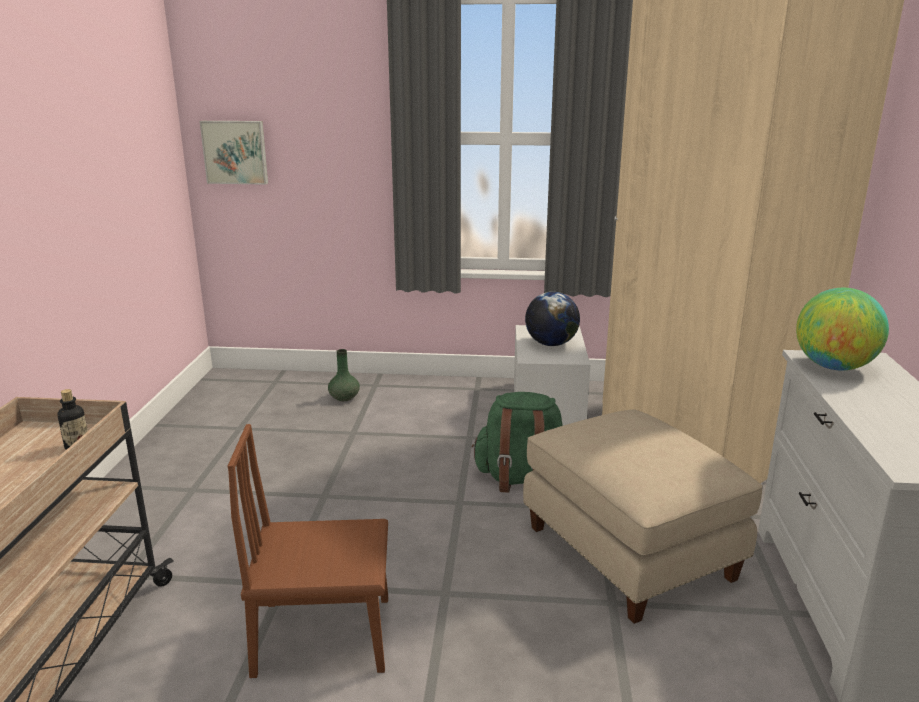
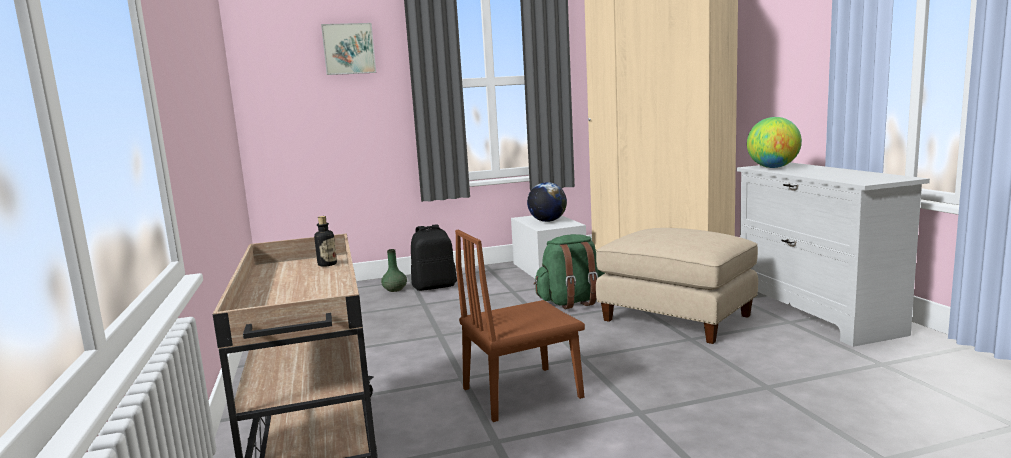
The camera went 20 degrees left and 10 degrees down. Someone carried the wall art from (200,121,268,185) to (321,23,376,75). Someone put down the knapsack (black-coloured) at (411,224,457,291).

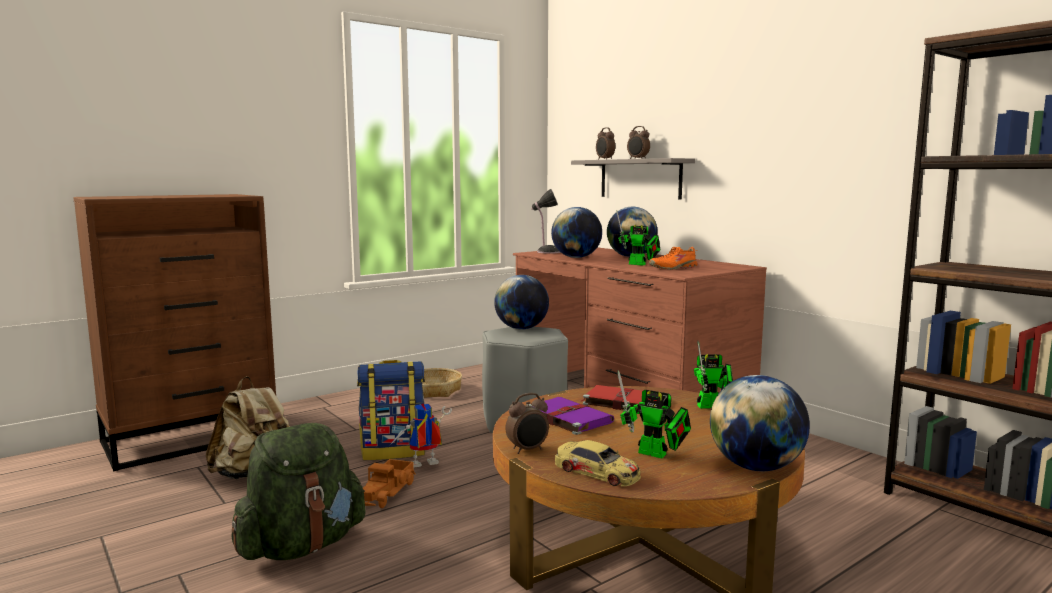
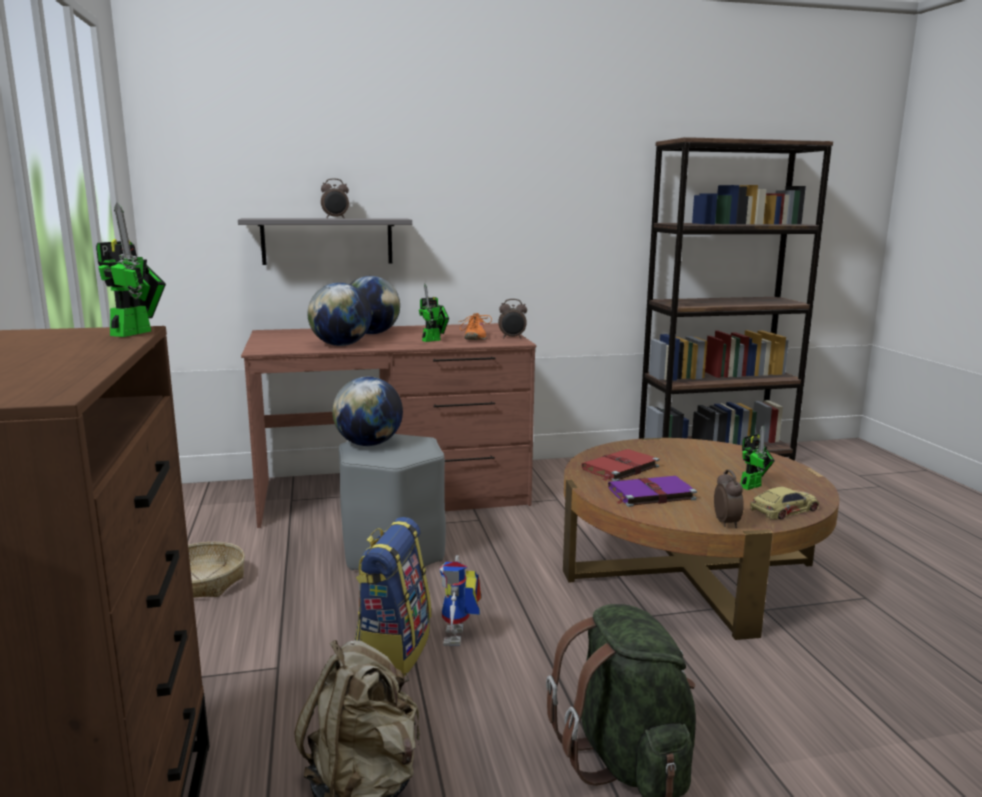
The camera went 65 degrees left and 5 degrees up. Someone carried the table clock from (596,127,615,159) to (498,299,527,339). Someone took away the table lamp at (531,189,561,254). Someone carried the model robot from (694,341,733,409) to (96,202,166,337). Someone took away the world globe at (710,375,810,471). Someone took away the model truck at (363,459,416,508).

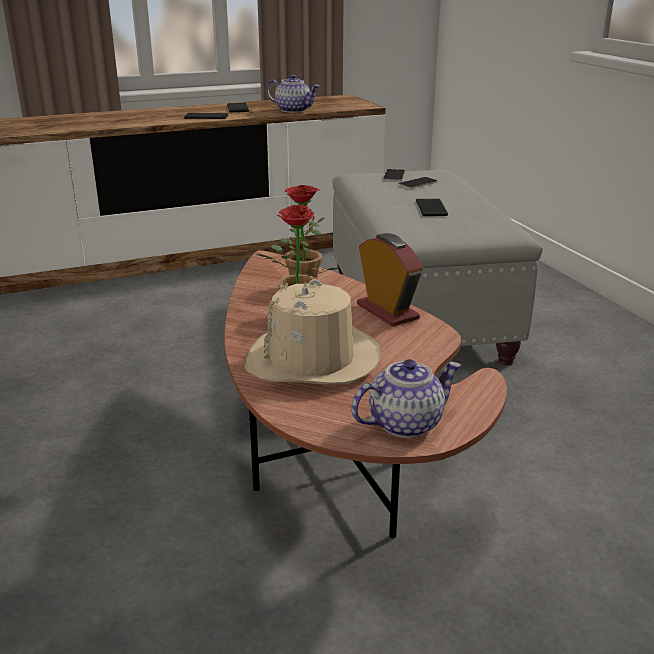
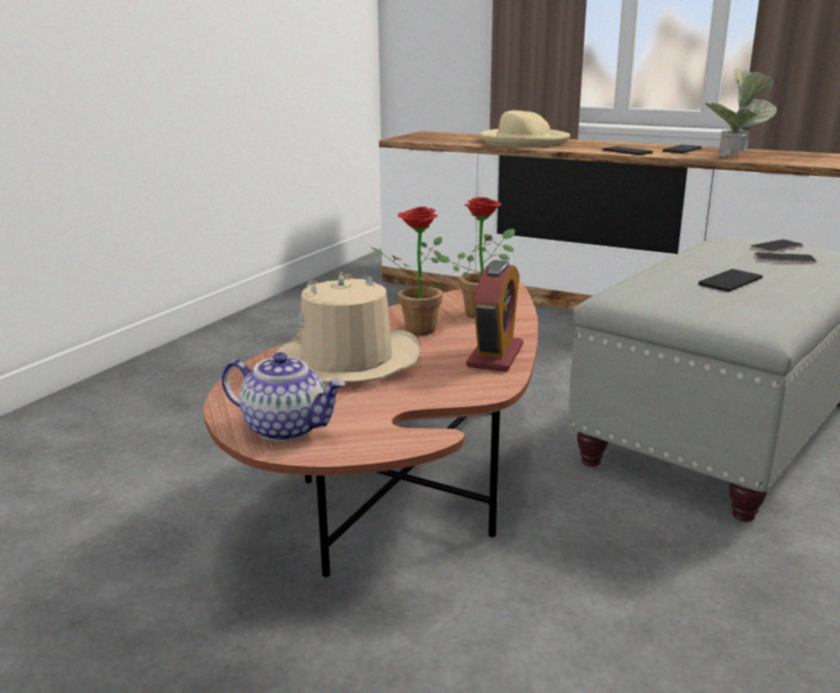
The camera went 50 degrees right and 5 degrees down. Someone swapped the tea pot at (266,74,320,113) for the plant in a pot at (705,68,777,157). Someone put down the hat (beige) at (480,110,570,147).

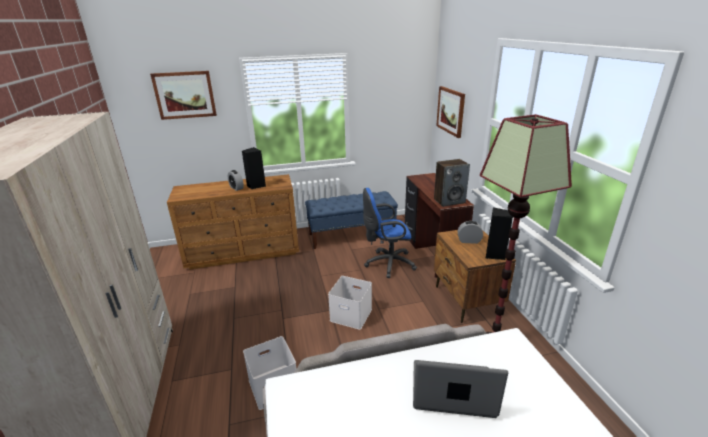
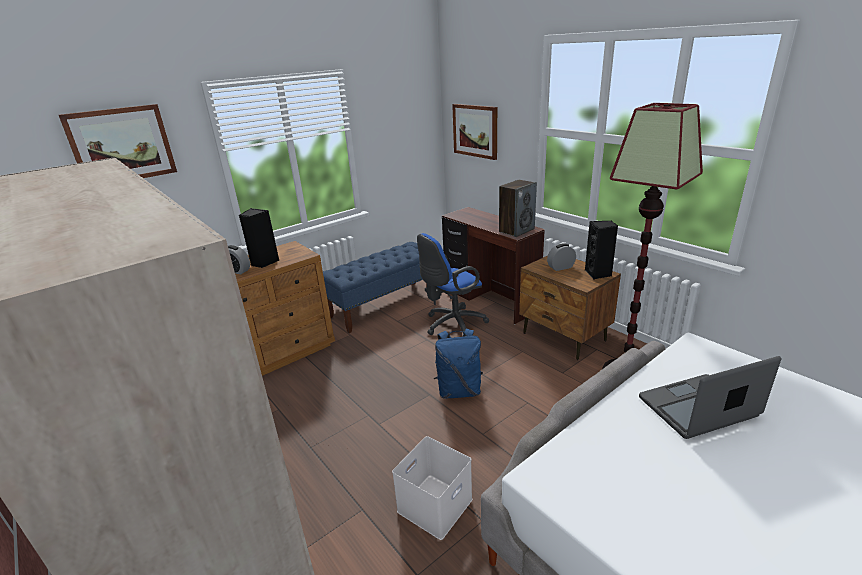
The camera went 25 degrees left and 0 degrees up. Someone swapped the storage box (white-coloured) at (328,276,372,330) for the knapsack (bluish) at (434,329,483,399).

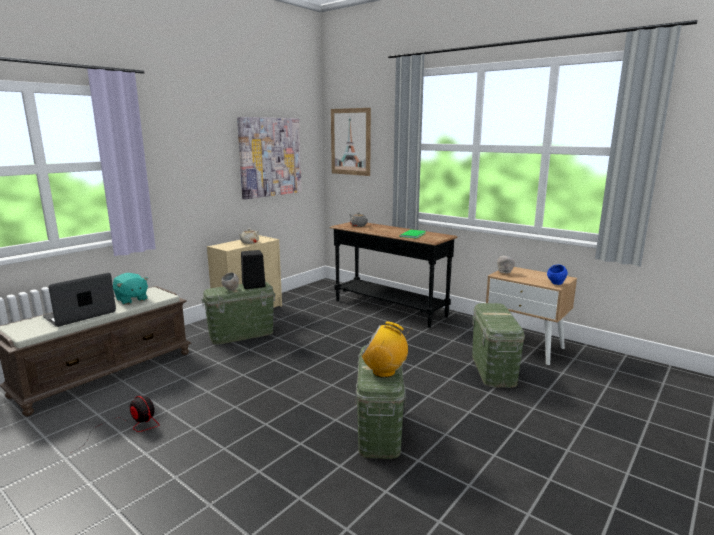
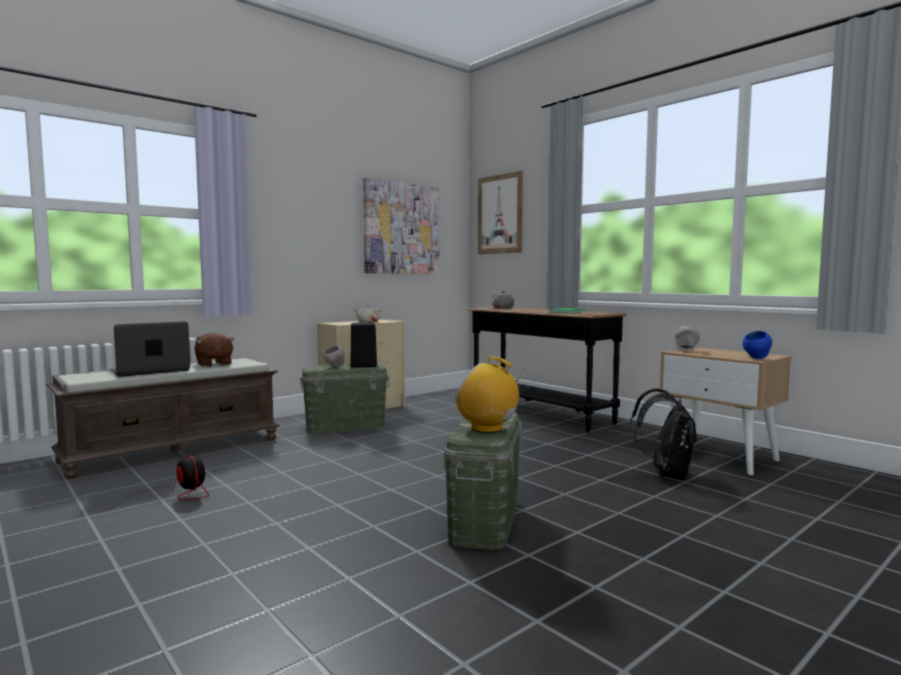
The camera went 10 degrees right and 10 degrees down. Someone repainted the soft toy (turquoise-coloured) at (113,273,149,305), which became the soft toy (brown) at (194,333,235,367). Someone swapped the storage box (greenish) at (472,303,525,388) for the knapsack (black-coloured) at (630,388,697,480).

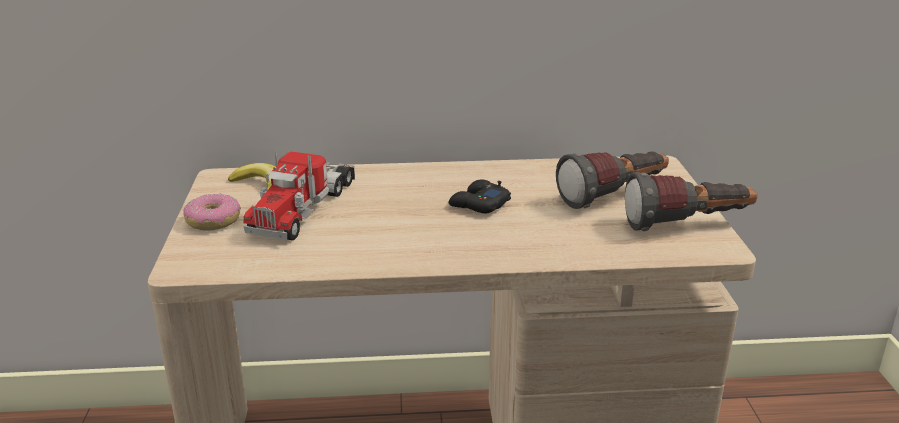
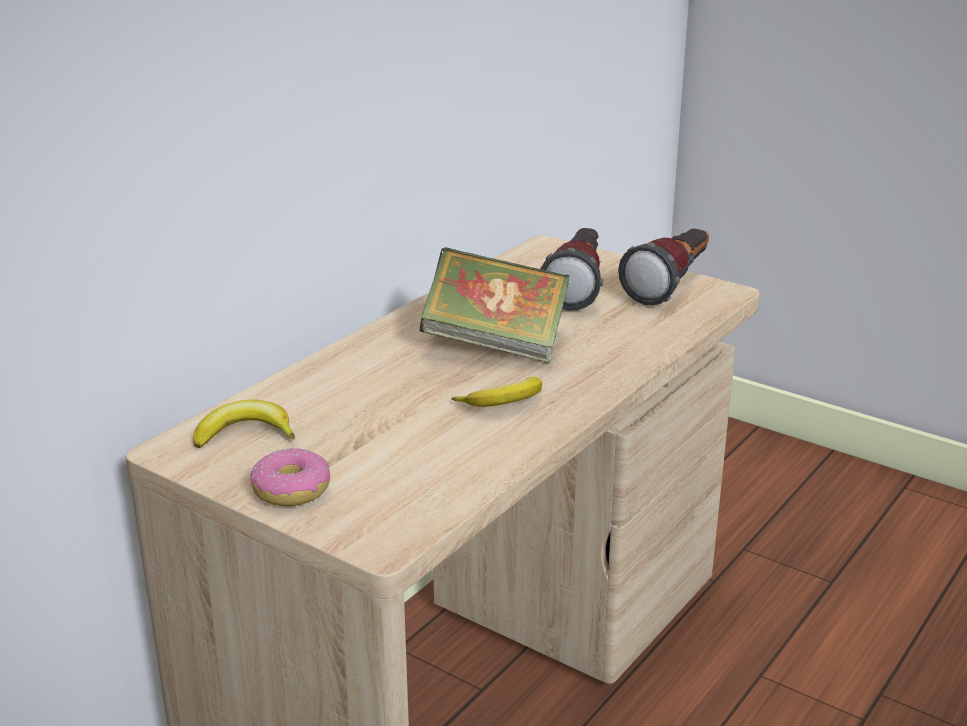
The camera went 50 degrees left and 0 degrees up. Someone took away the model truck at (243,150,355,240). Someone swapped the game controller (black-coloured) at (448,179,511,214) for the bound book at (419,247,570,363). Someone put down the whole banana at (451,377,542,407).

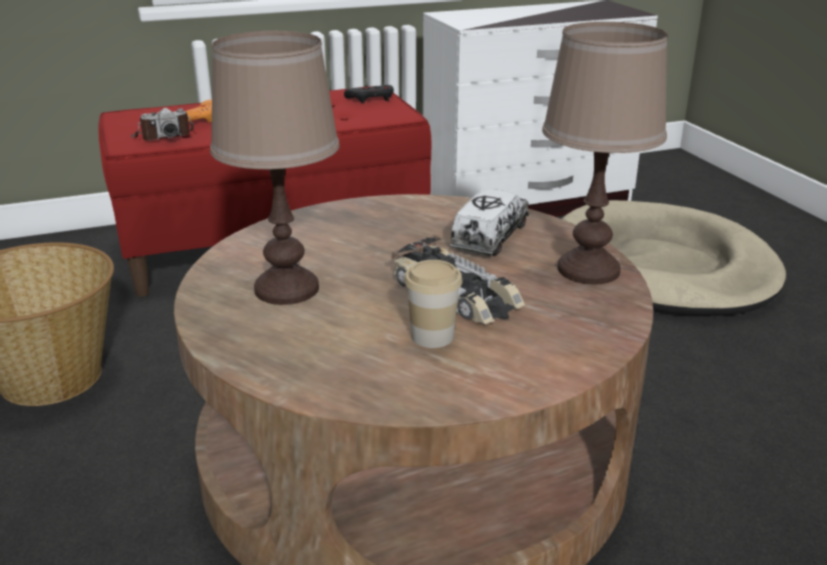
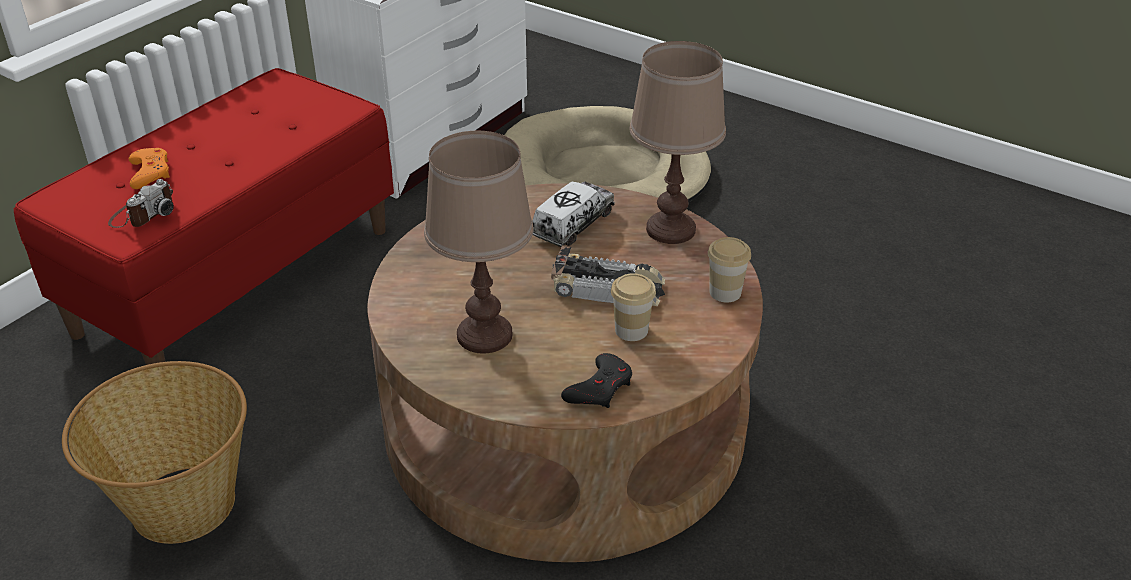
The camera went 35 degrees left and 10 degrees up. Someone carried the game controller (black-coloured) from (344,85,394,103) to (561,353,632,408). Someone rotated the model truck at (450,189,529,256) by 45 degrees clockwise. Someone put down the small cup at (708,237,751,303).

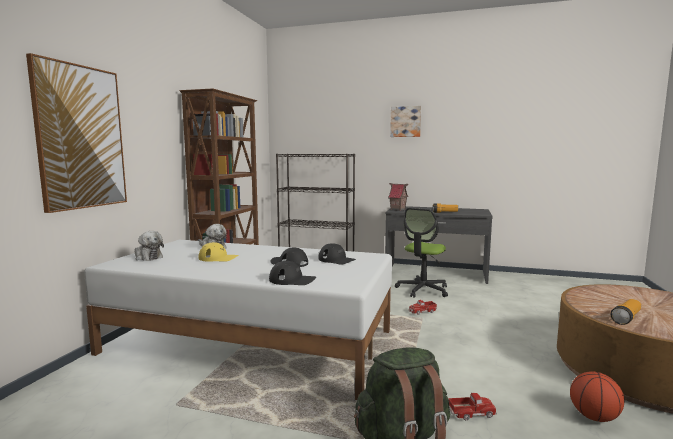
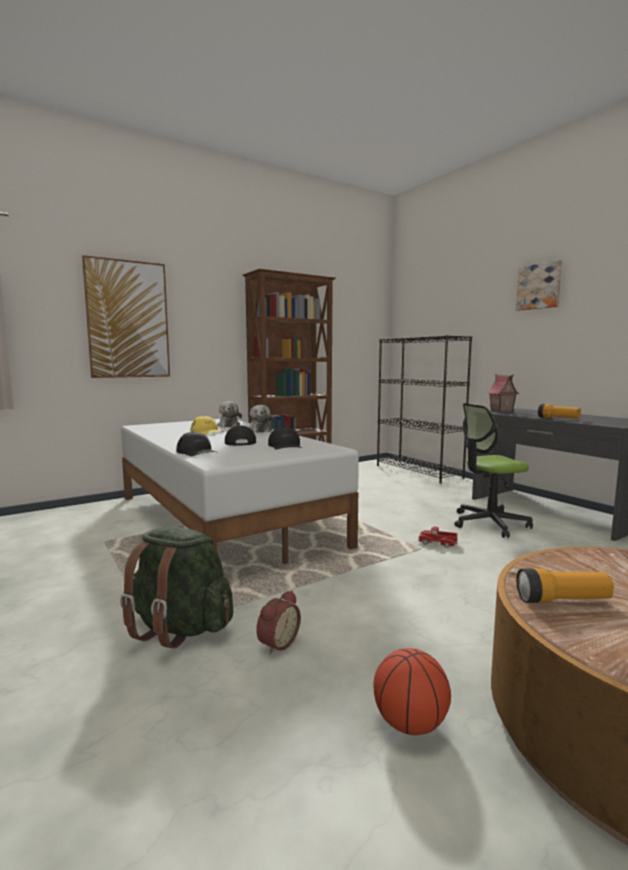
The camera went 40 degrees right and 0 degrees up. Someone carried the soft toy from (134,231,164,261) to (249,405,274,433). Someone swapped the model truck at (449,393,497,420) for the table clock at (256,590,301,655).

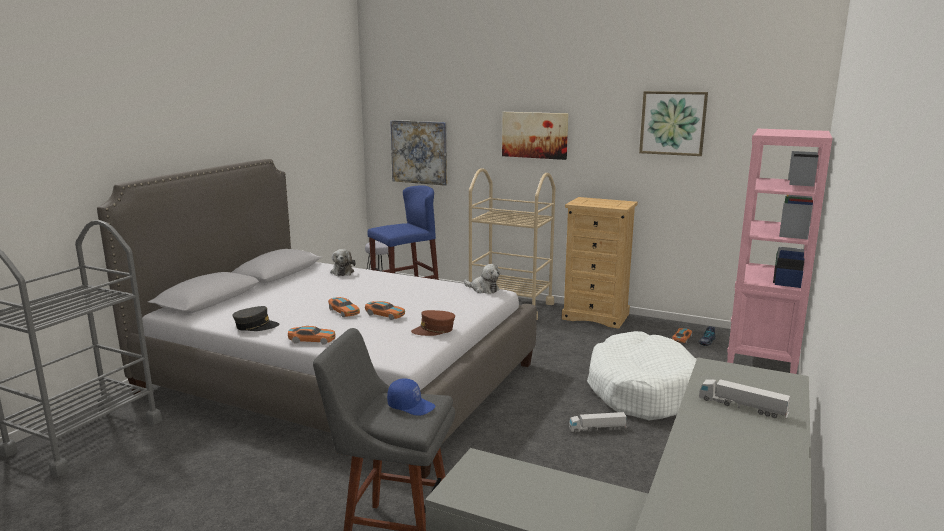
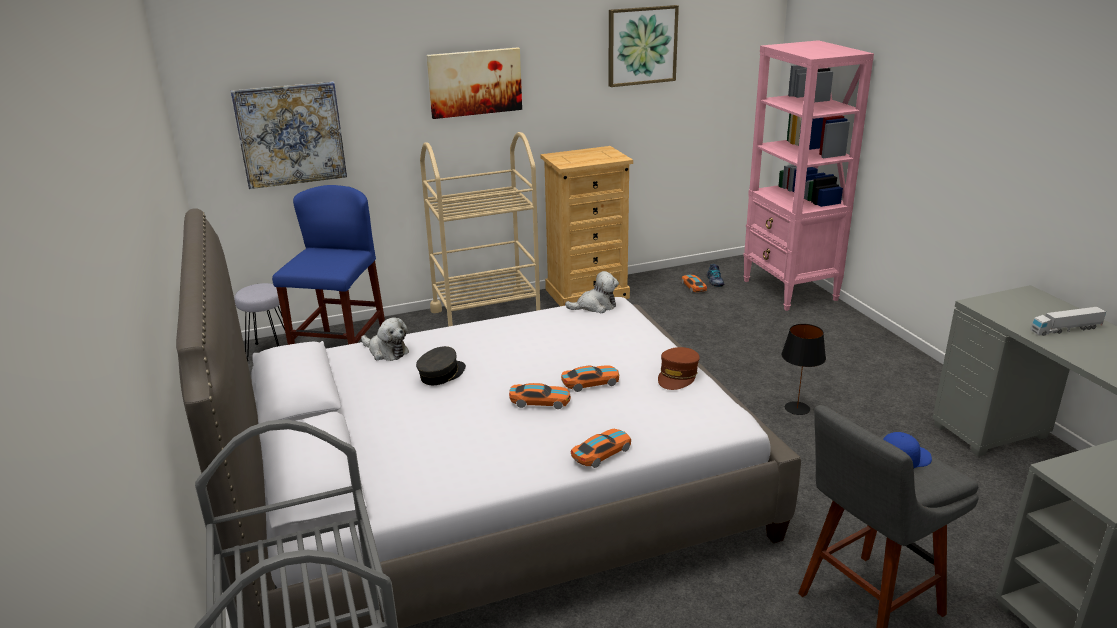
The camera went 45 degrees left and 10 degrees up. Someone carried the baseball cap (grey) from (232,306,279,331) to (416,346,466,385). Someone took away the pet bed (white-coloured) at (587,331,697,420). Someone swapped the model truck at (569,412,627,432) for the table lamp (black-coloured) at (781,324,826,415).

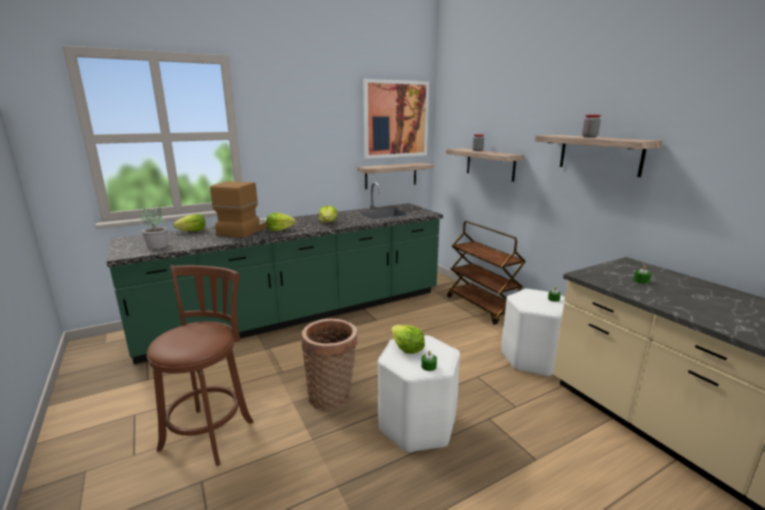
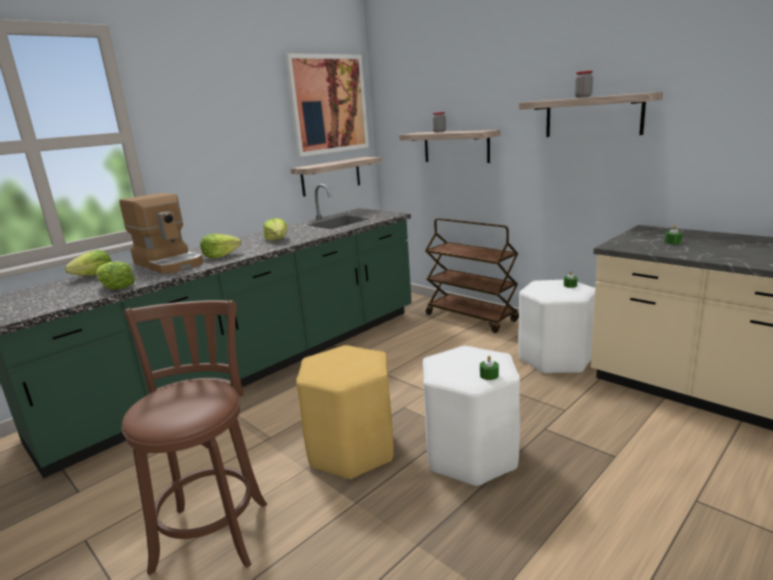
The camera went 15 degrees left and 0 degrees up. Someone rotated the coffee machine at (210,181,267,238) by 135 degrees clockwise. Someone took away the plant in a pot at (141,206,168,249). Someone swapped the basket at (301,319,358,411) for the stool (yellow-coloured) at (296,345,394,480). Someone carried the lettuce head from (391,325,425,354) to (96,262,135,290).

